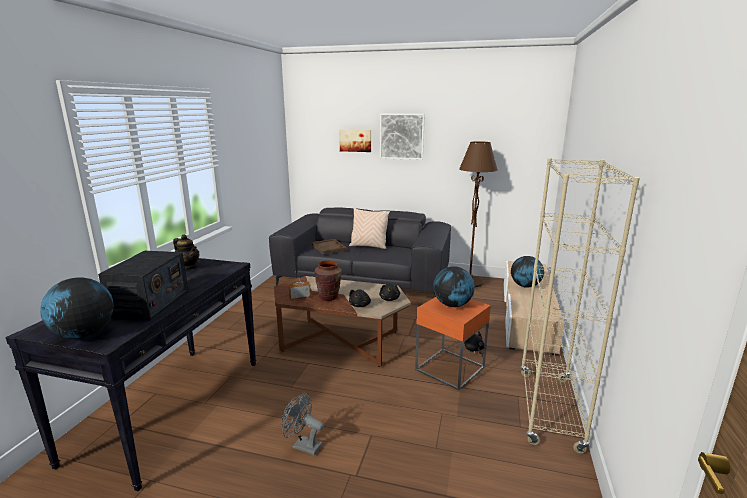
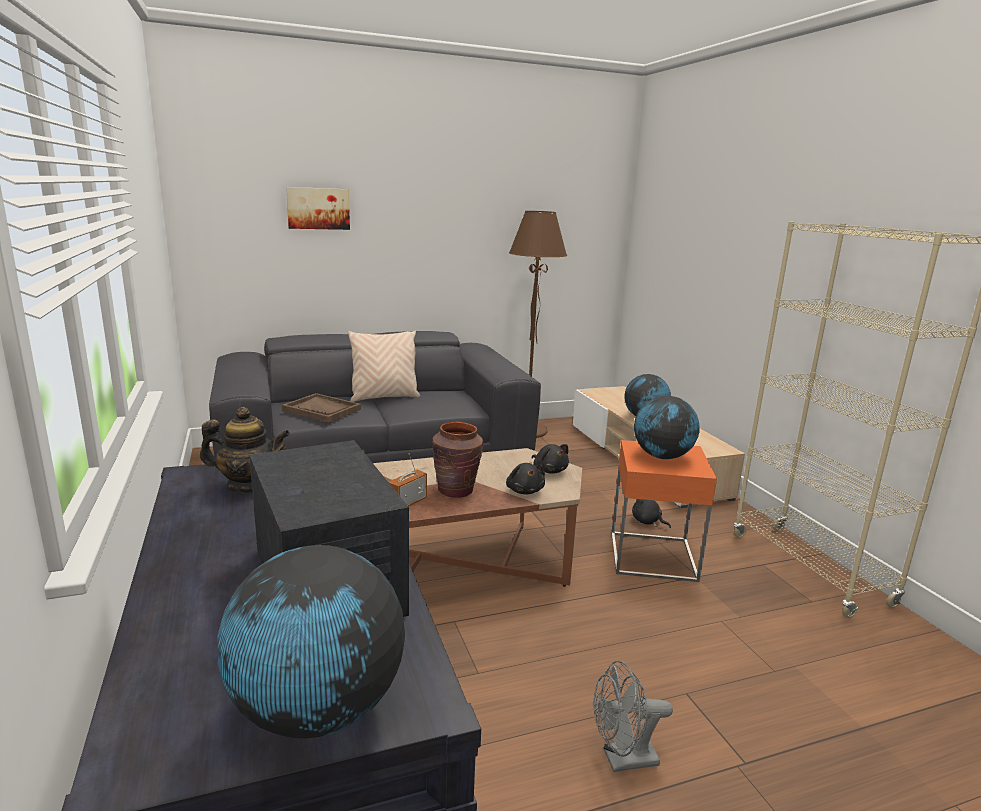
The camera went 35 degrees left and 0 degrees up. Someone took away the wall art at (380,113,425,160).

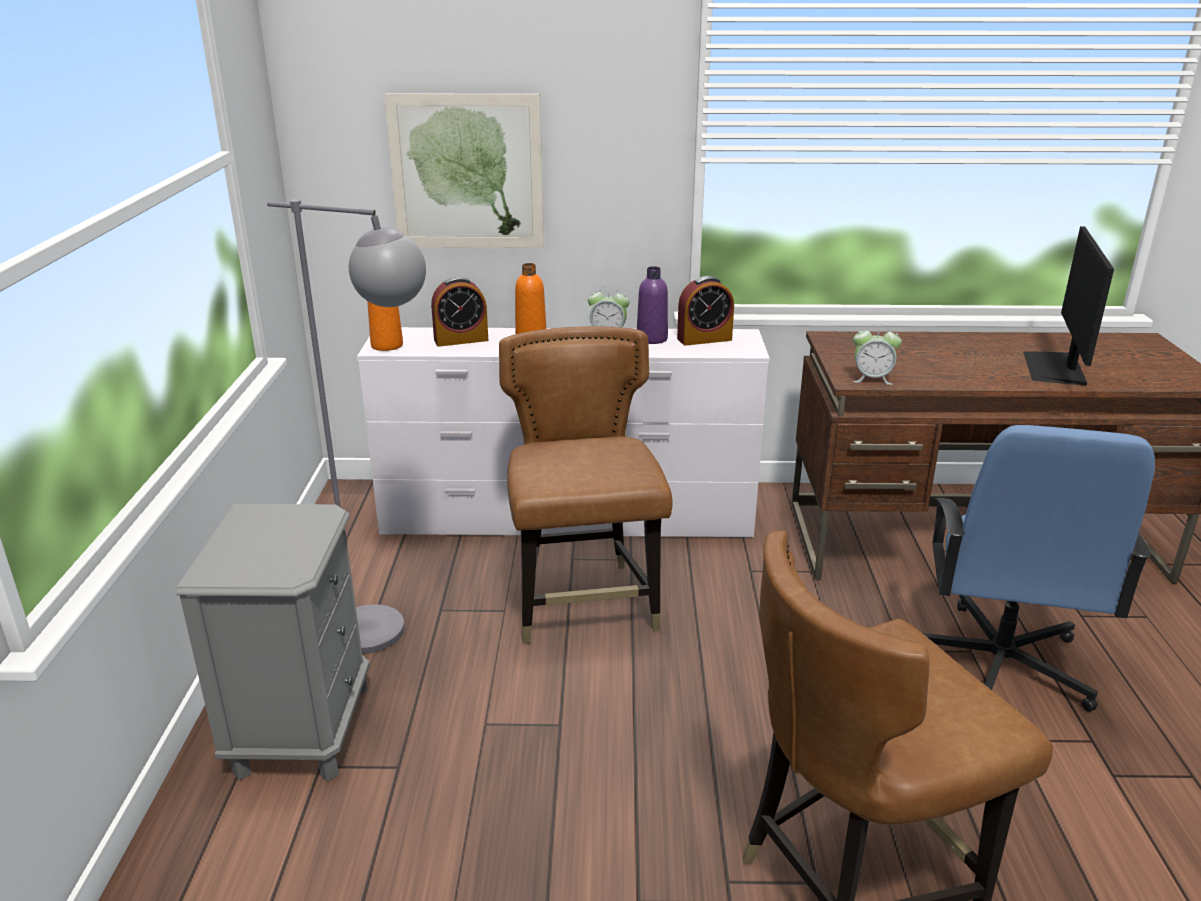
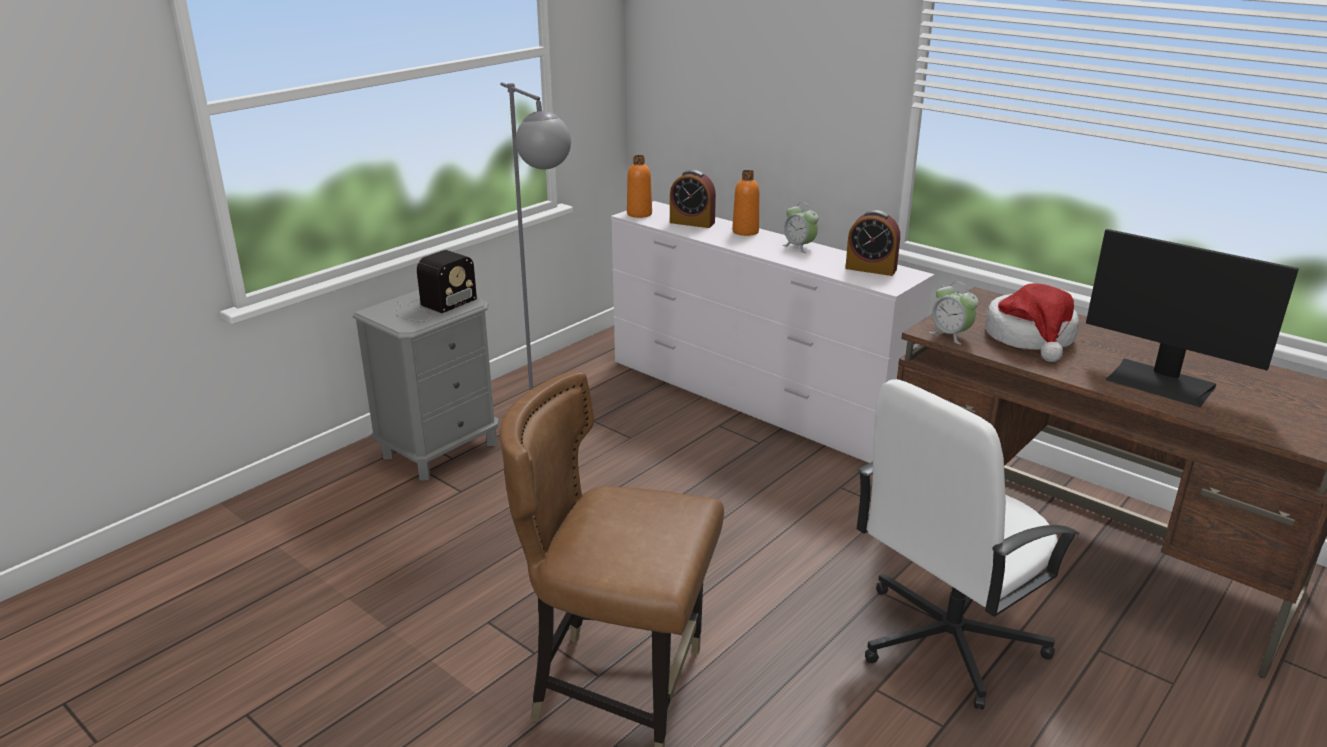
The camera went 40 degrees right and 0 degrees up. Someone took away the wall art at (384,93,544,248). Someone rotated the computer screen at (1023,226,1114,386) by 105 degrees counterclockwise. Someone took away the drink bottle (purplish) at (637,266,668,344). Someone took away the upright chair (brown) at (499,326,673,644). Someone repainted the office chair (bluish) at (923,425,1155,712), which became the office chair (white-coloured) at (857,379,1080,710). Someone put down the radio set at (394,250,477,321). Someone put down the hat at (985,283,1079,362).

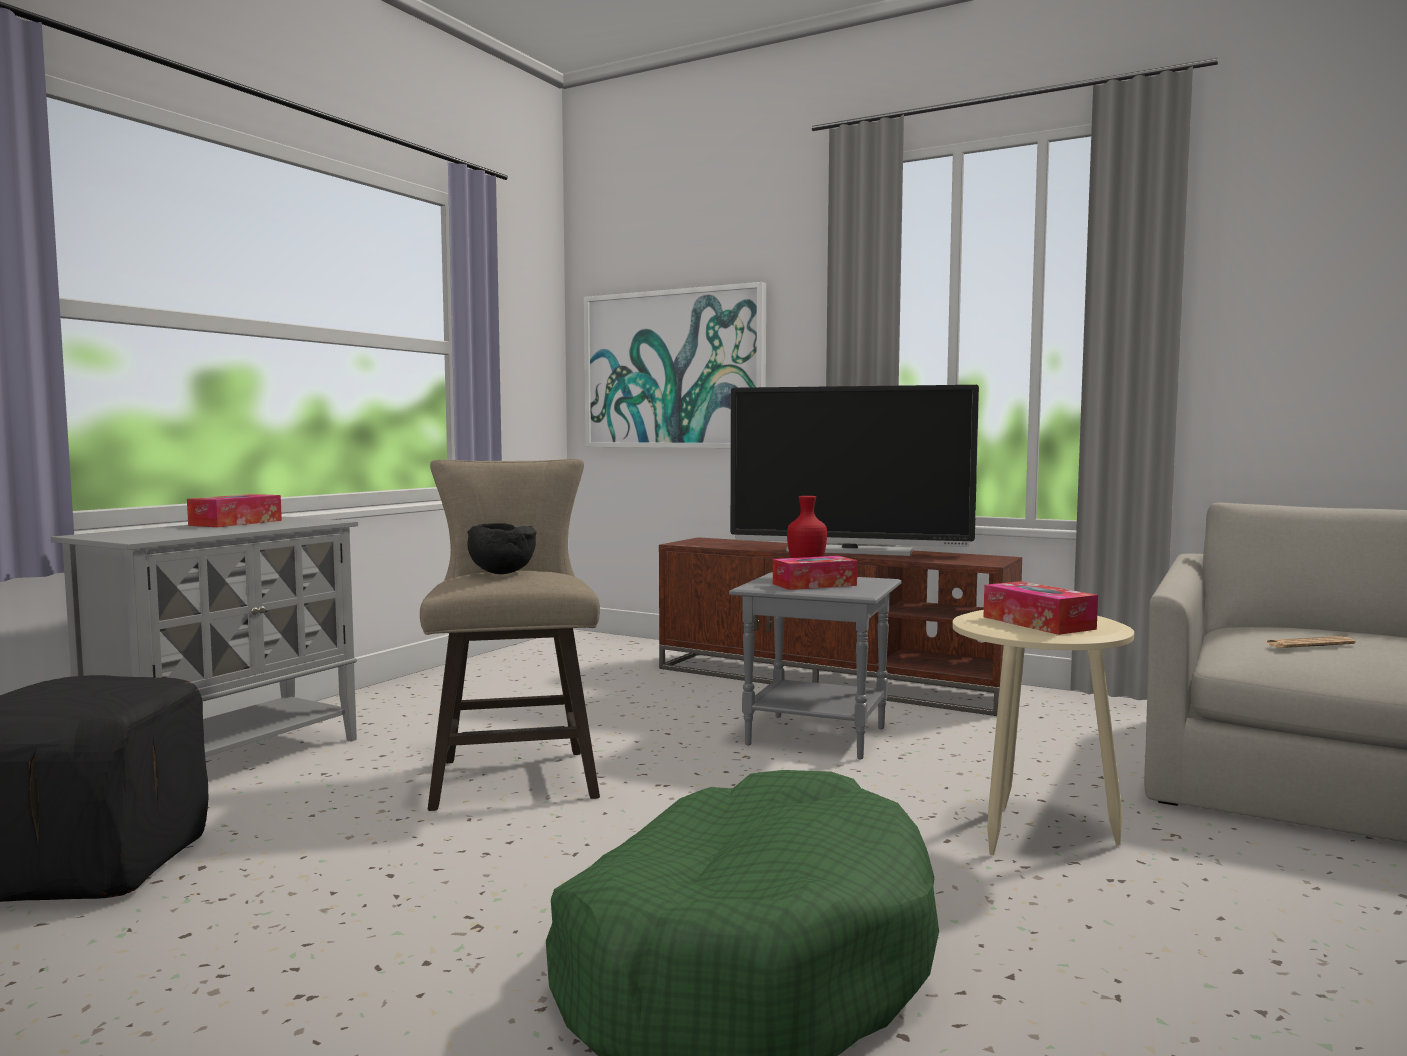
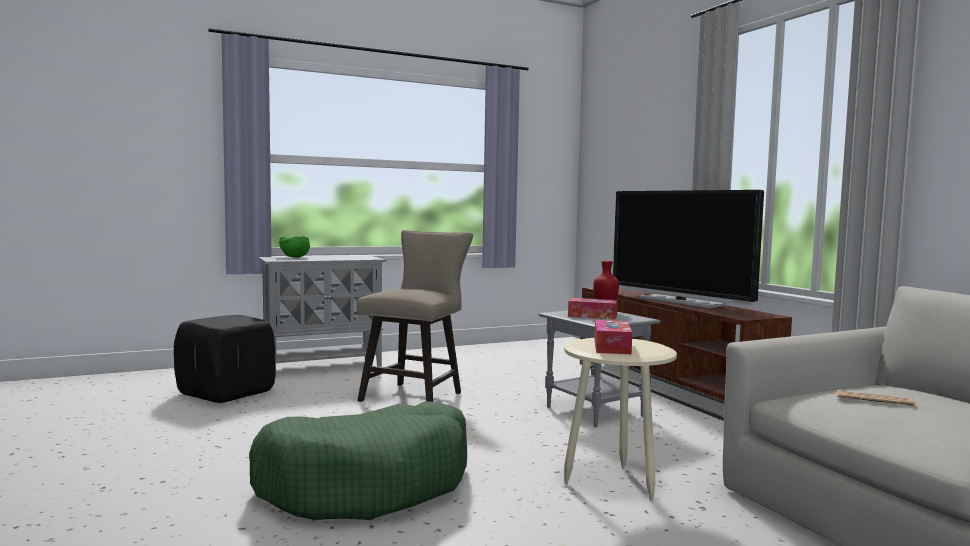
The camera went 35 degrees right and 0 degrees up. Someone took away the wall art at (584,282,766,448). Someone took away the tissue holder at (187,494,282,527). Someone took away the serving bowl (black-coloured) at (467,523,536,574). Someone put down the serving bowl (greenish) at (279,236,310,257).

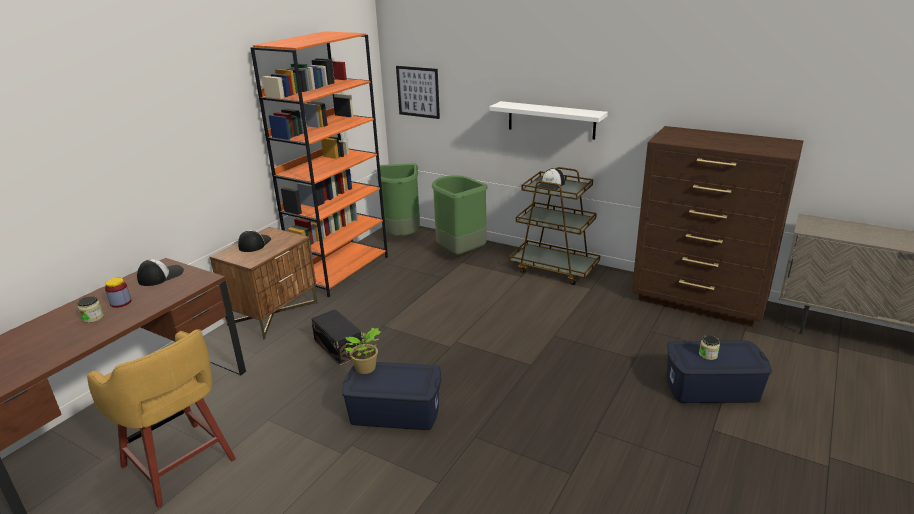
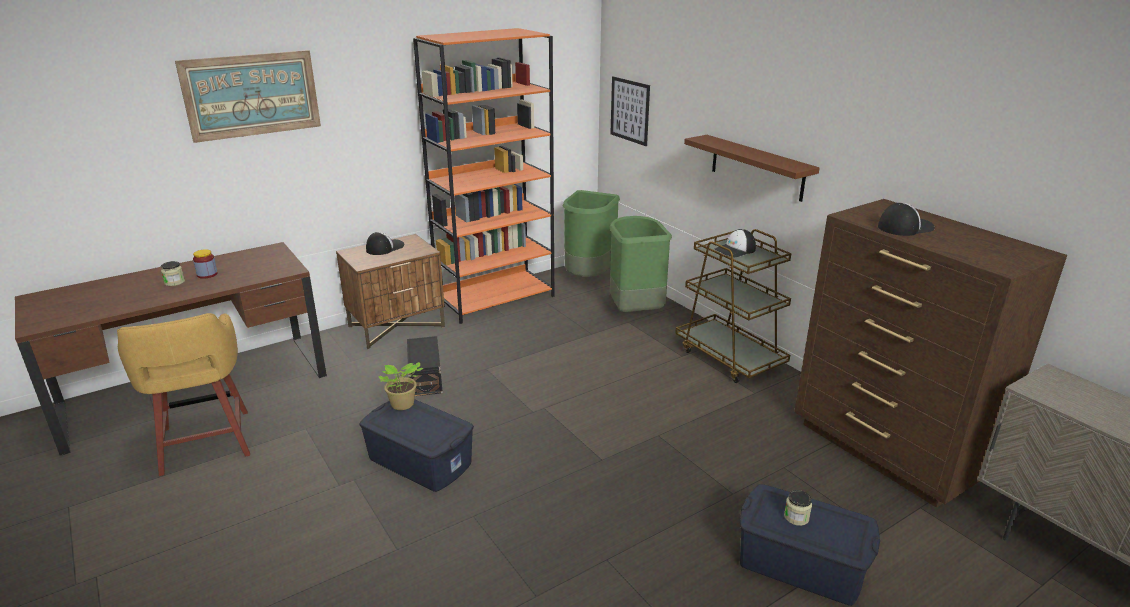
The camera went 25 degrees right and 0 degrees up. Someone repainted the shelf (white-coloured) at (489,101,608,140), which became the shelf (brown) at (684,135,820,202). Someone carried the baseball cap from (137,259,184,286) to (878,203,935,236). Someone put up the wall art at (175,50,321,143).

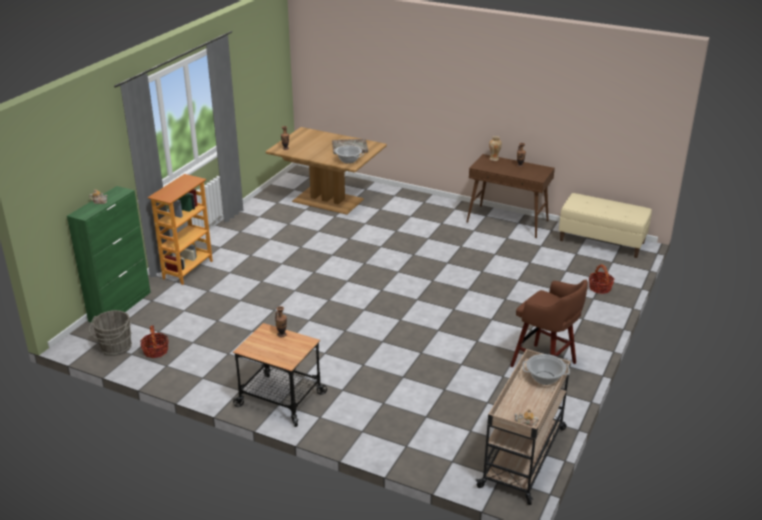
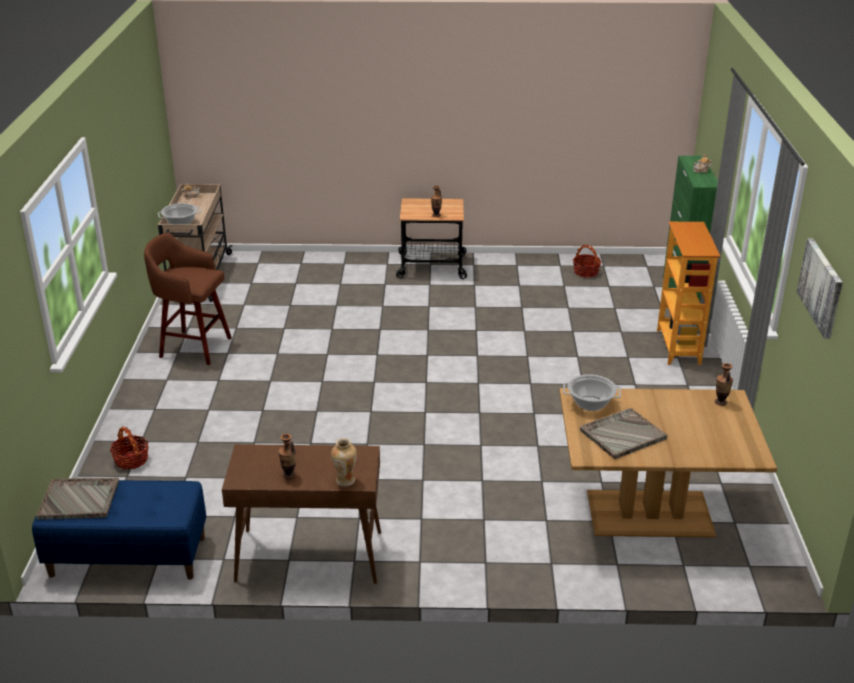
The camera went 155 degrees right and 0 degrees up. Someone repainted the bench (beige) at (559,193,652,258), which became the bench (bluish) at (32,480,206,580). Someone took away the bucket (grey) at (89,310,132,356). Someone put up the wall art at (797,239,843,339). Someone put down the serving tray (grey) at (36,478,119,519).

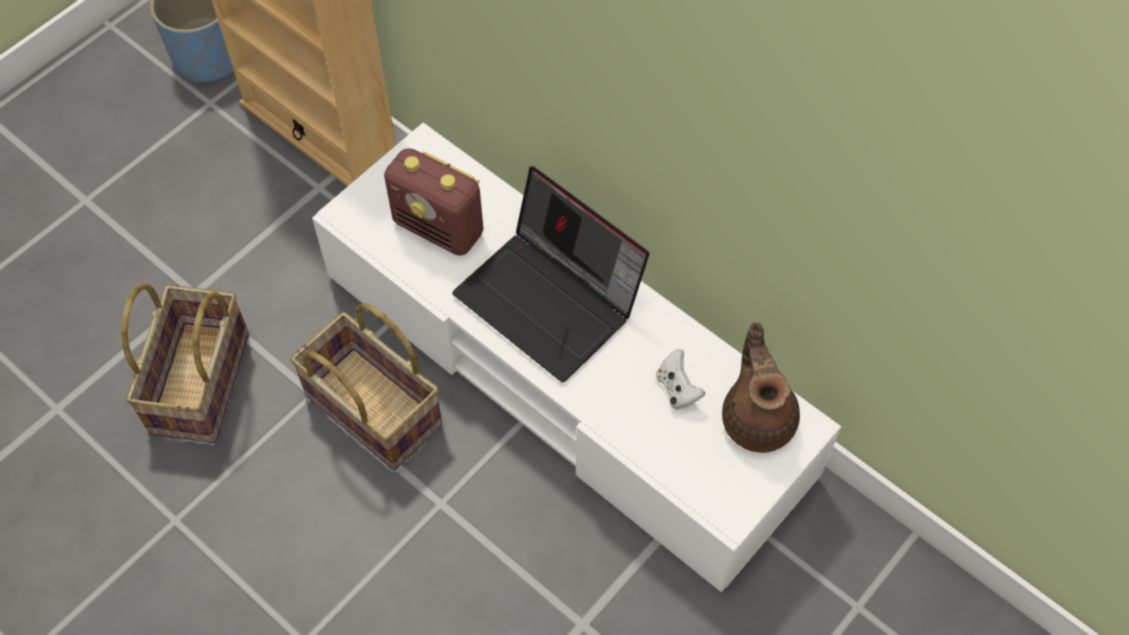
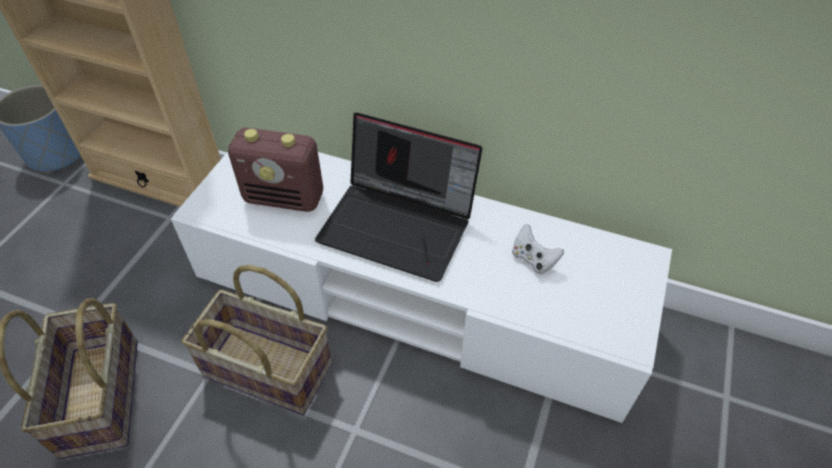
The camera went 20 degrees left and 10 degrees down. Someone took away the tea pot (brown) at (722,322,800,453).

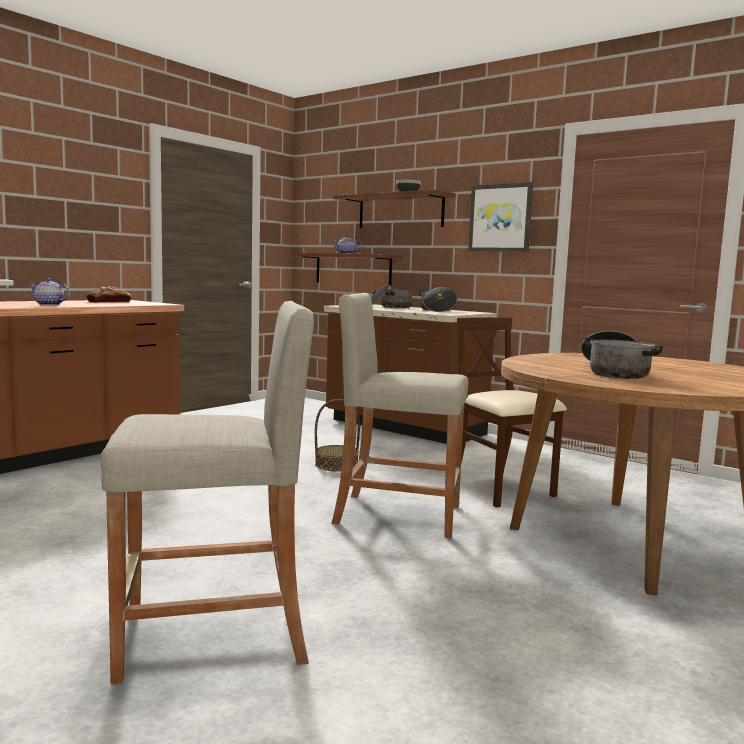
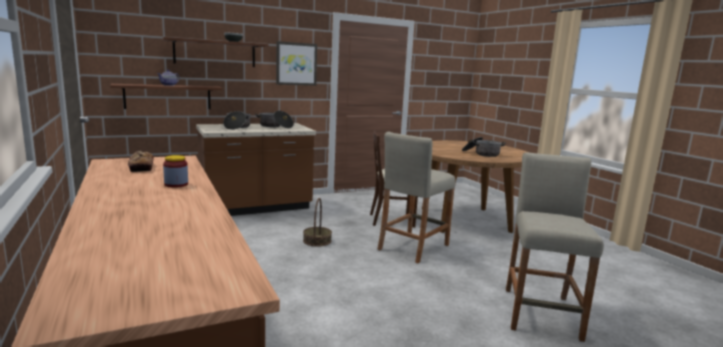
The camera went 65 degrees left and 5 degrees up. Someone swapped the tea pot at (29,278,70,306) for the preserve jar at (163,155,188,188).

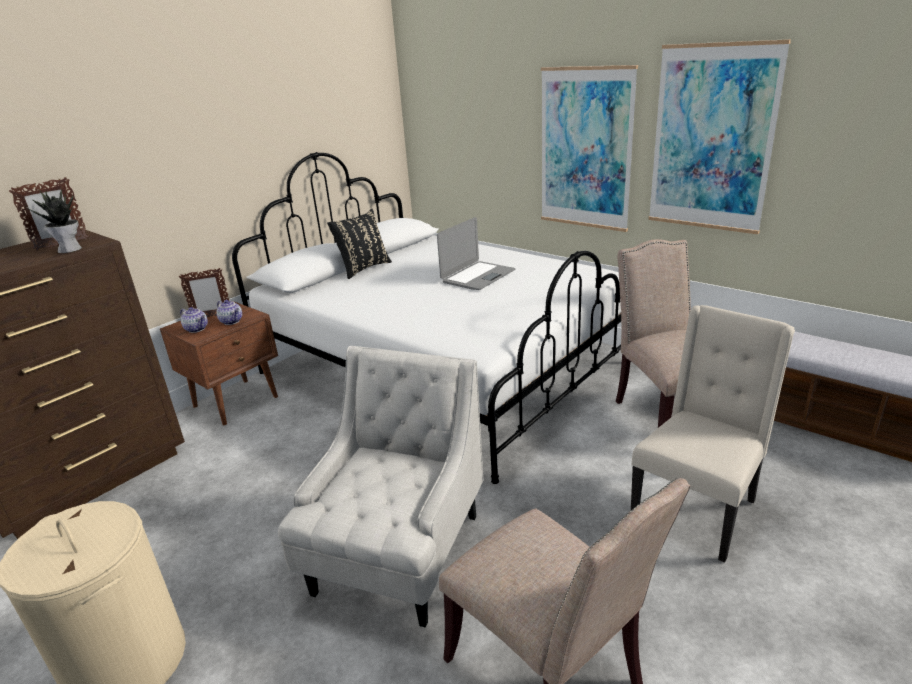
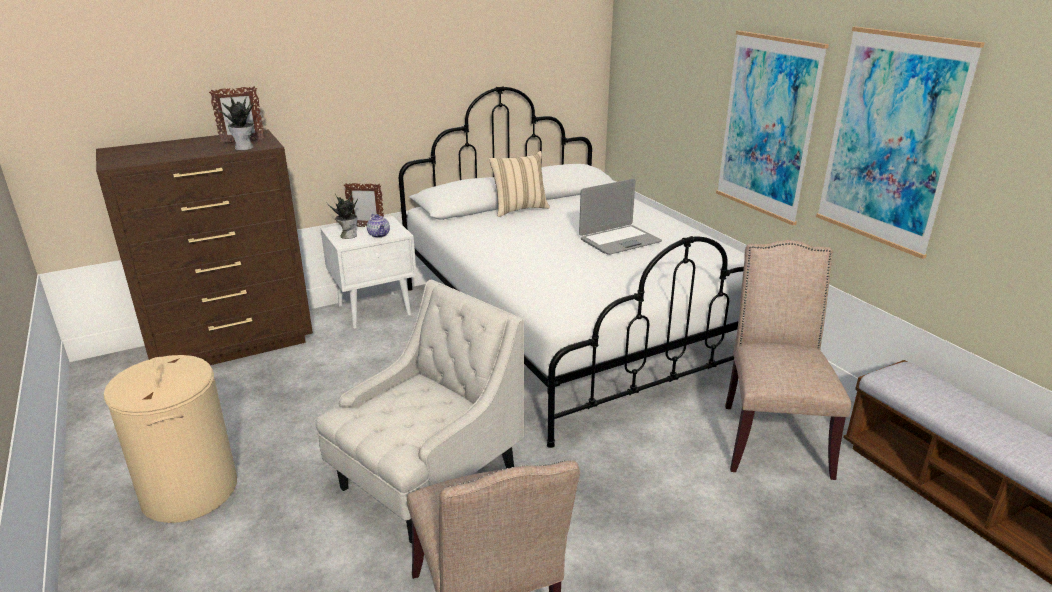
The camera went 20 degrees right and 0 degrees up. Someone repainted the cushion (black-coloured) at (327,209,392,279), which became the cushion (beige) at (489,151,550,217). Someone repainted the nightstand (brown) at (160,301,278,425), which became the nightstand (white-coloured) at (320,216,417,328). Someone took away the upright chair (beige) at (631,305,795,563). Someone swapped the tea pot at (180,307,208,333) for the plant in a pot at (327,192,358,239).

